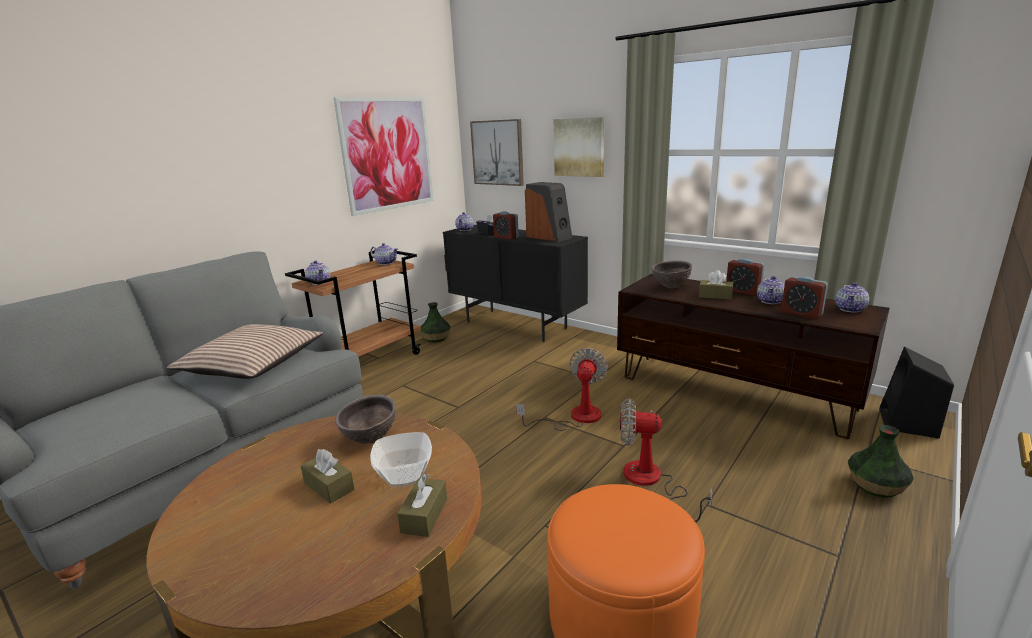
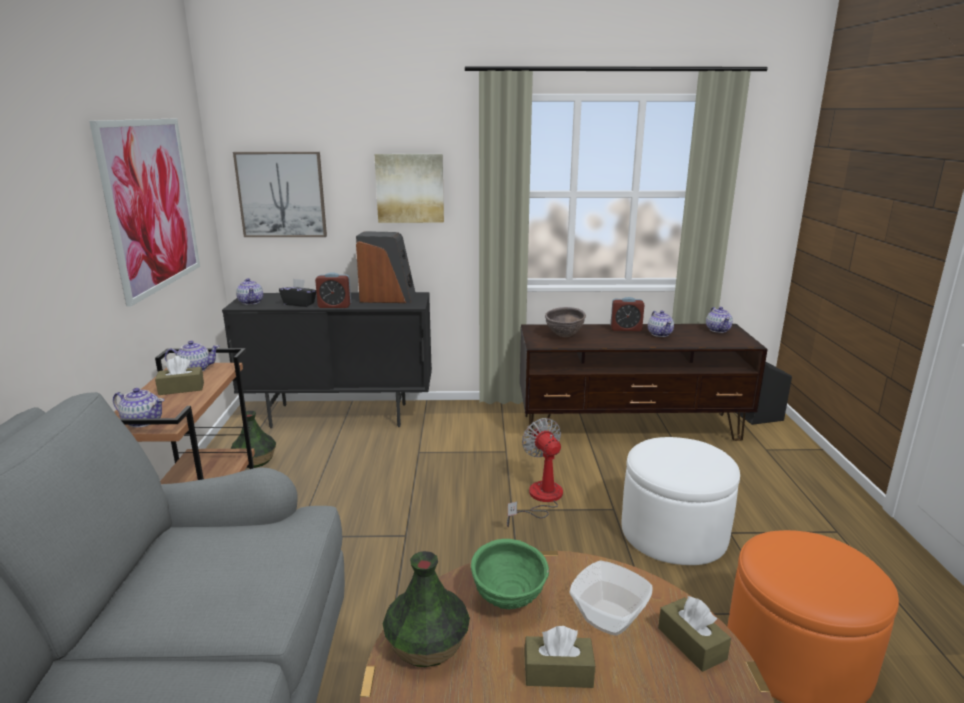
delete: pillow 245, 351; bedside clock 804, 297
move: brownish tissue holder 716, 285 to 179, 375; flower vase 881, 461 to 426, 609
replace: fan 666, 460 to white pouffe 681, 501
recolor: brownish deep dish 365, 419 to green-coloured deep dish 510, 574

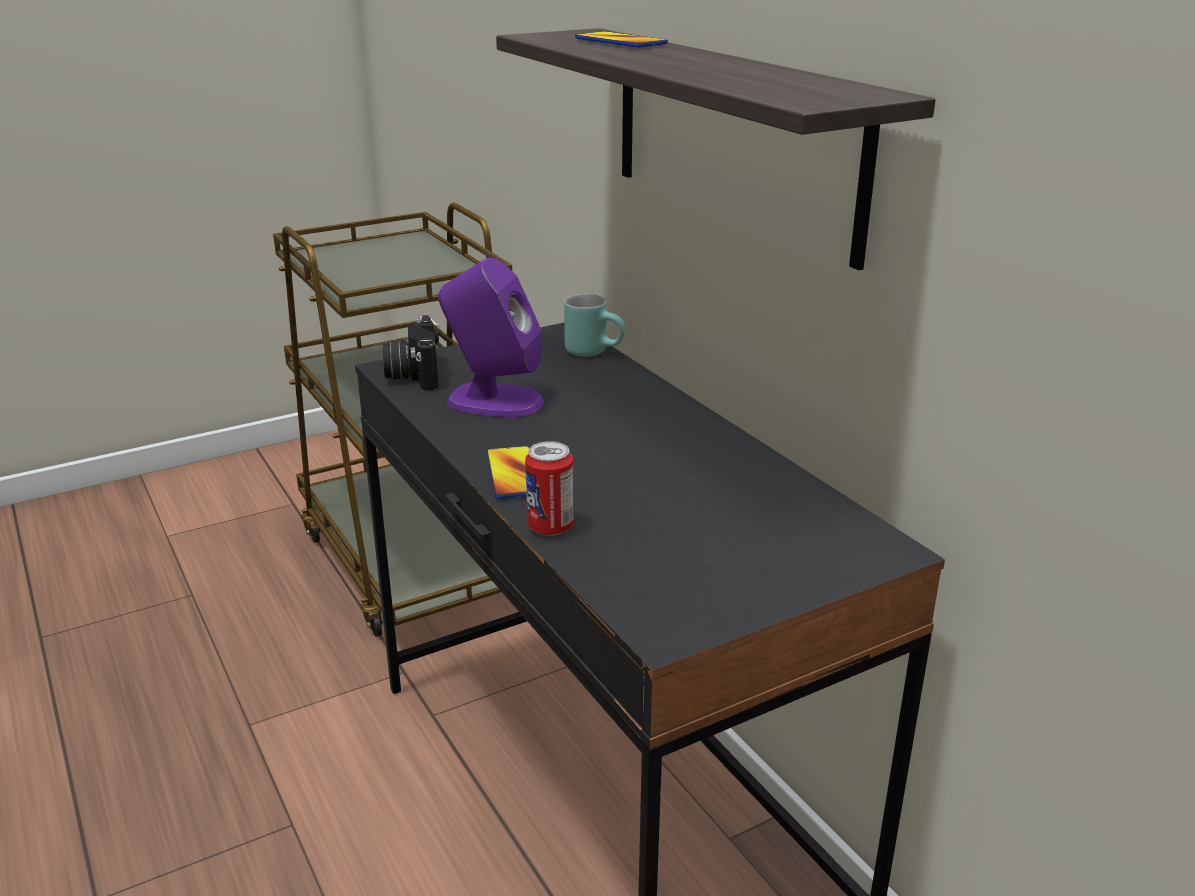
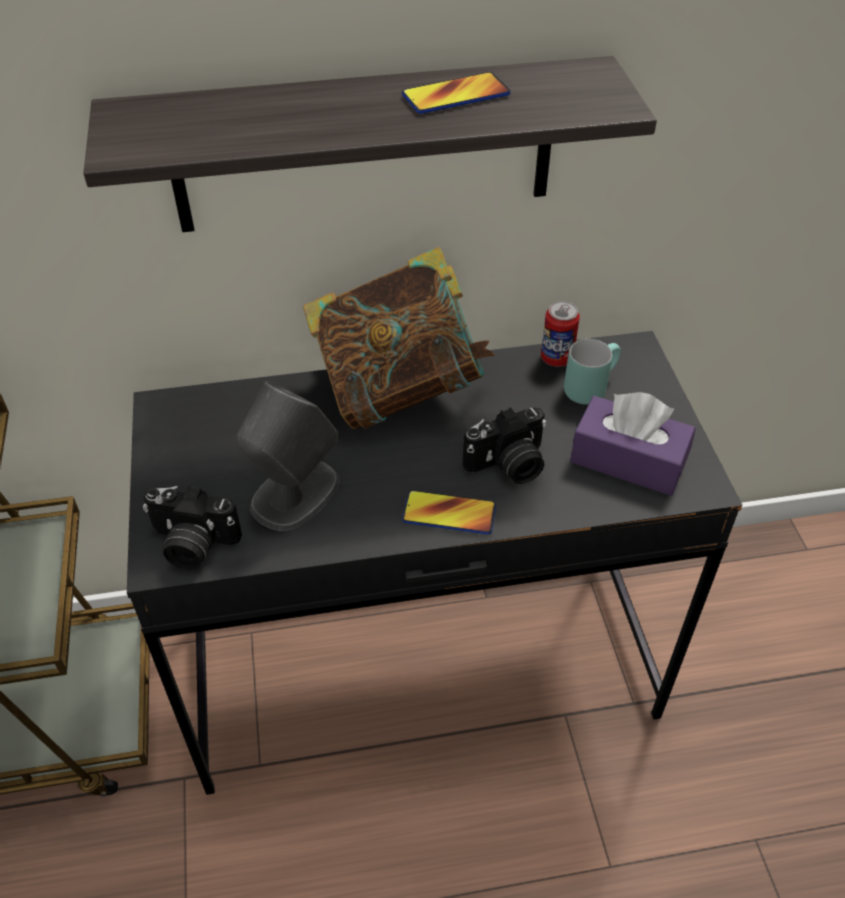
insert: bound book 399, 338; photo camera 504, 445; purple tissue holder 633, 444
move: sealed can 549, 488 to 560, 334; turquoise tea mug 594, 325 to 592, 372; phone 621, 39 to 456, 93
recolor: purple audio speaker 491, 337 to gray audio speaker 288, 456

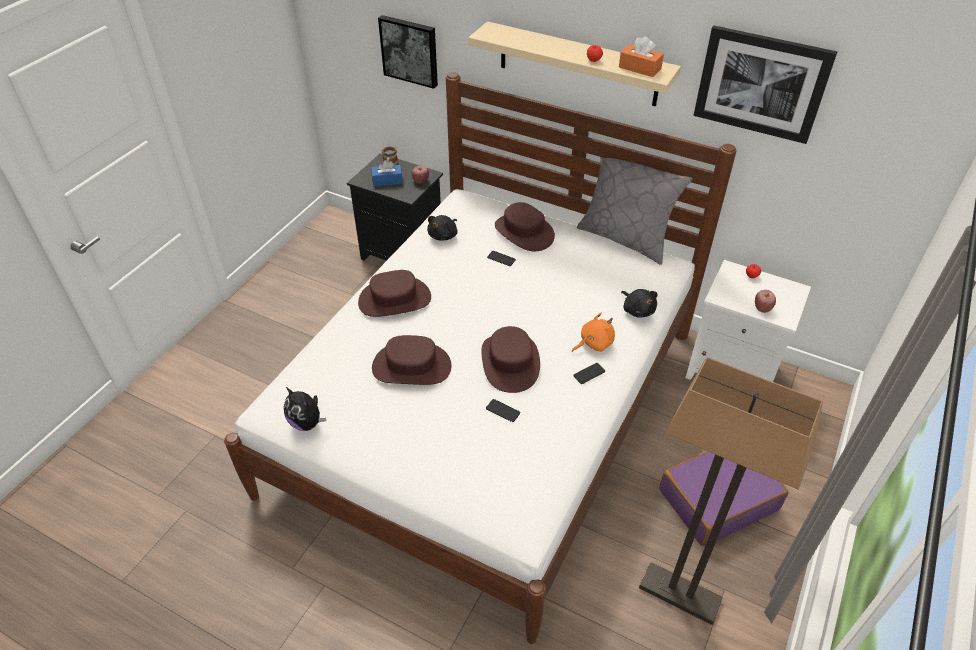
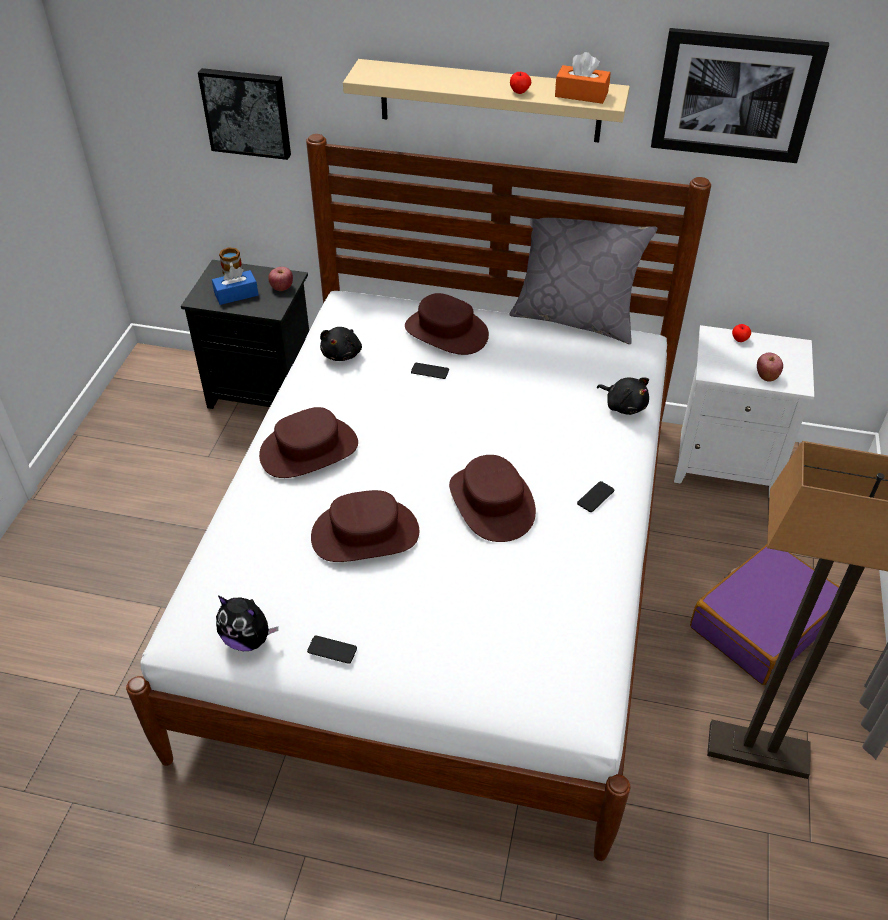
delete: orangey soft toy 593, 332
move: phone 503, 410 to 332, 650

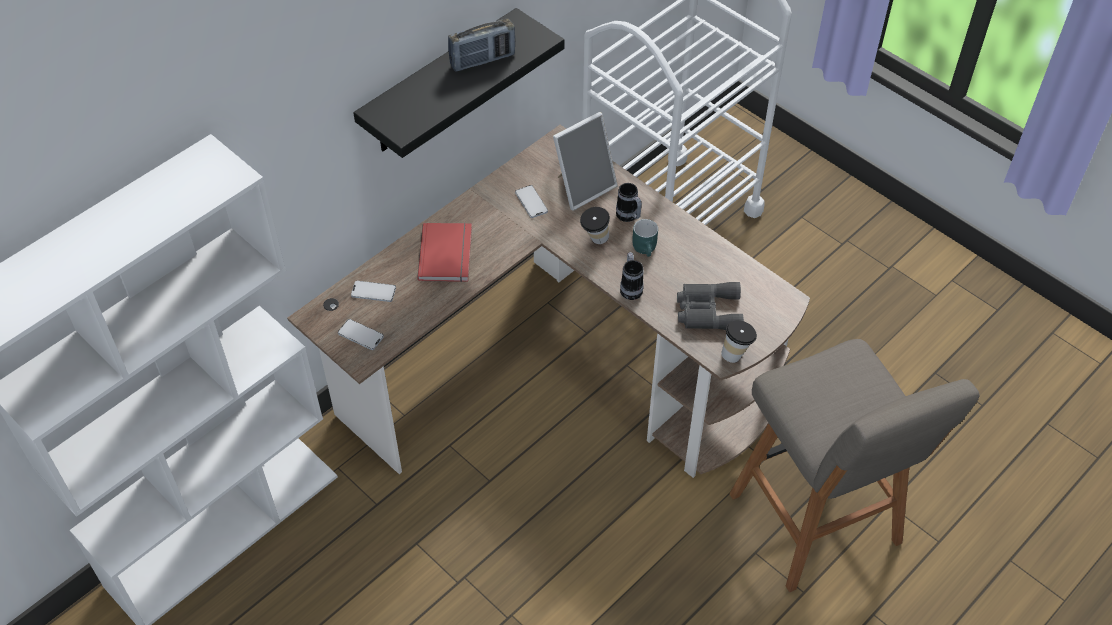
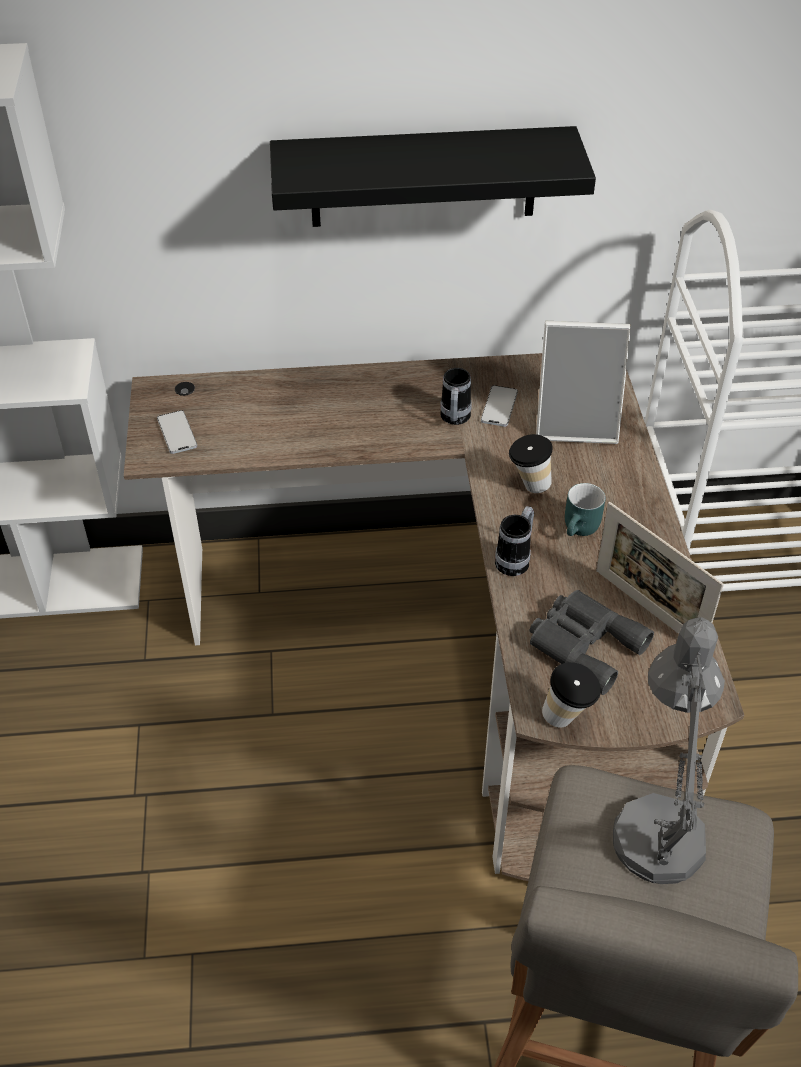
delete: phone 373, 291; red-coloured bound book 444, 252; radio set 481, 45
insert: standing frame 660, 568; gray table lamp 669, 750
move: tea mug 629, 202 to 456, 396

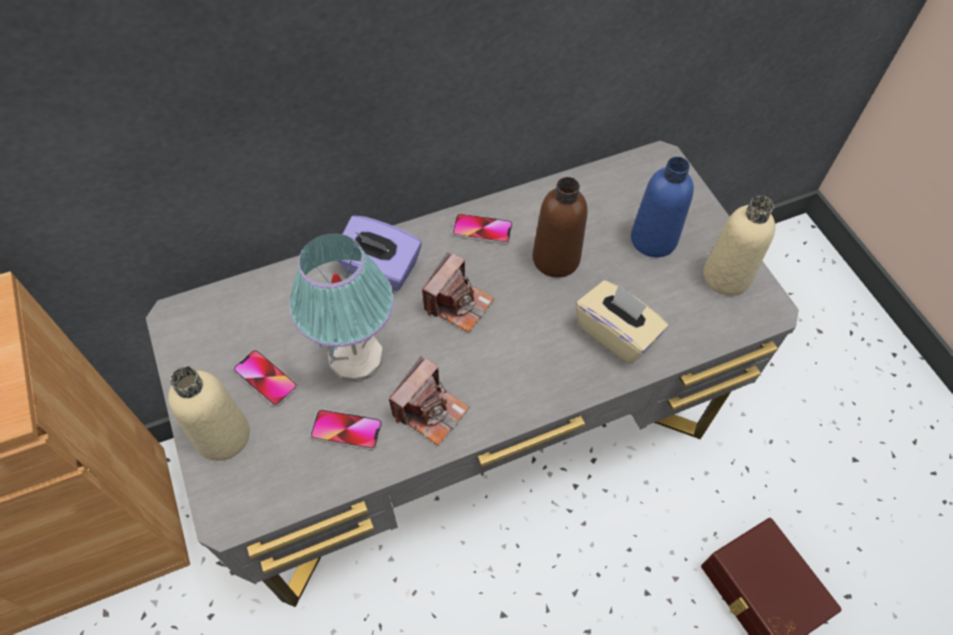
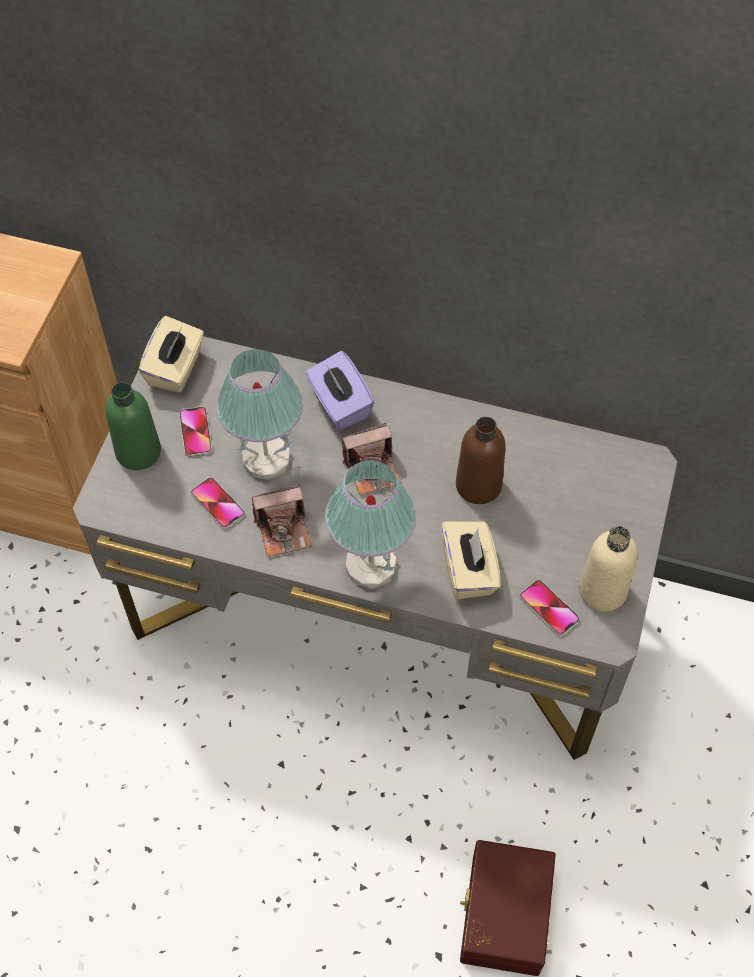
delete: blue-coloured drink bottle 662, 207
insert: beige tissue holder 171, 354; table lamp 370, 525
move: phone 482, 228 to 550, 608
recolor: beige drink bottle 209, 413 to green-coloured drink bottle 133, 426

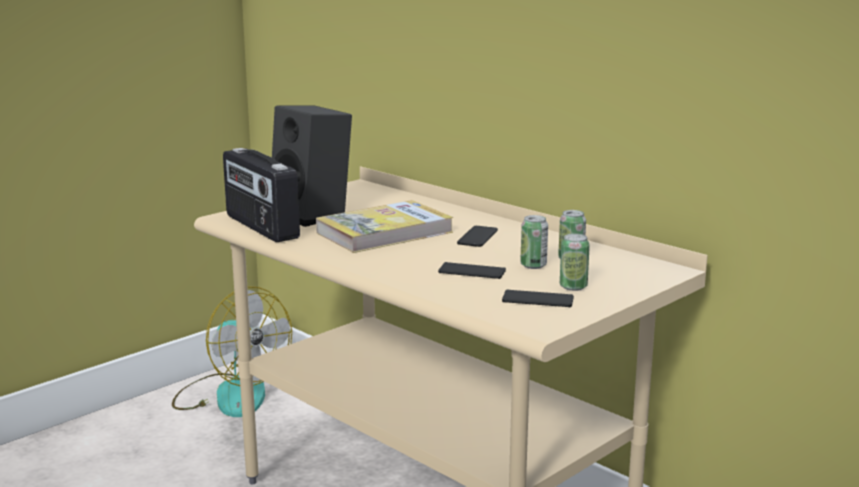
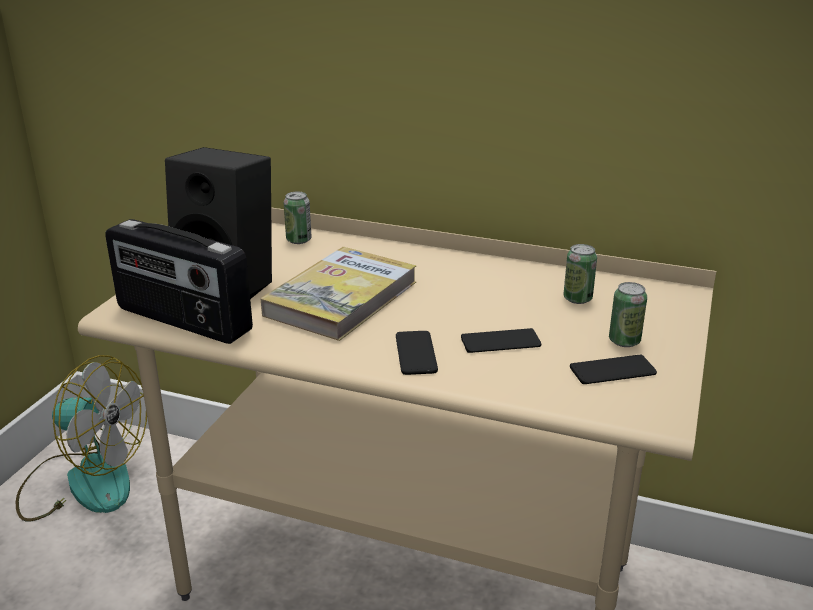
move: phone 477, 236 to 417, 353; sealed can 534, 242 to 298, 217

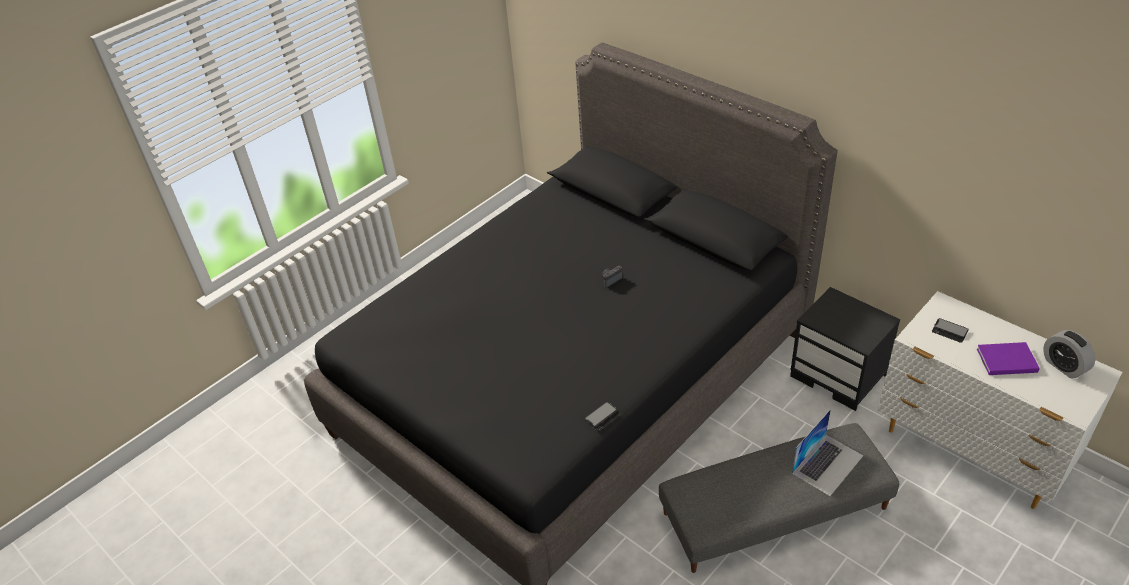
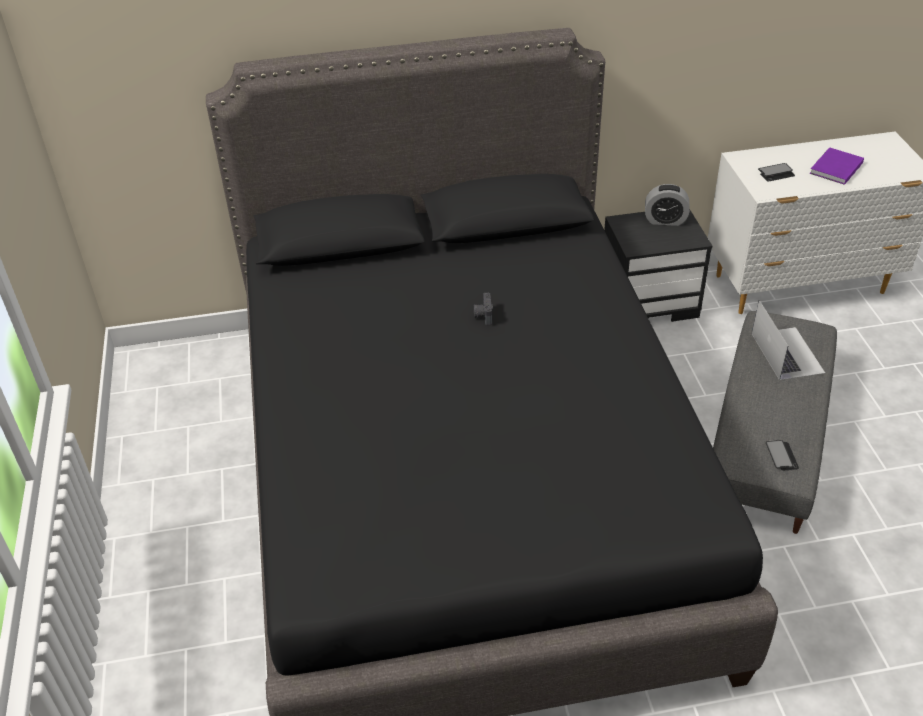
move: phone 602, 417 to 782, 455; bedside clock 1069, 354 to 667, 205

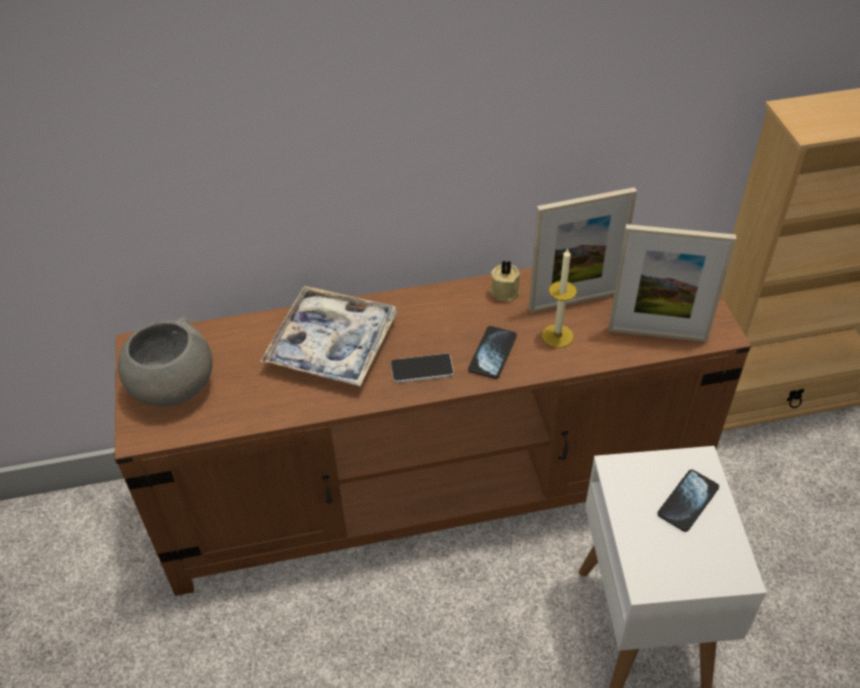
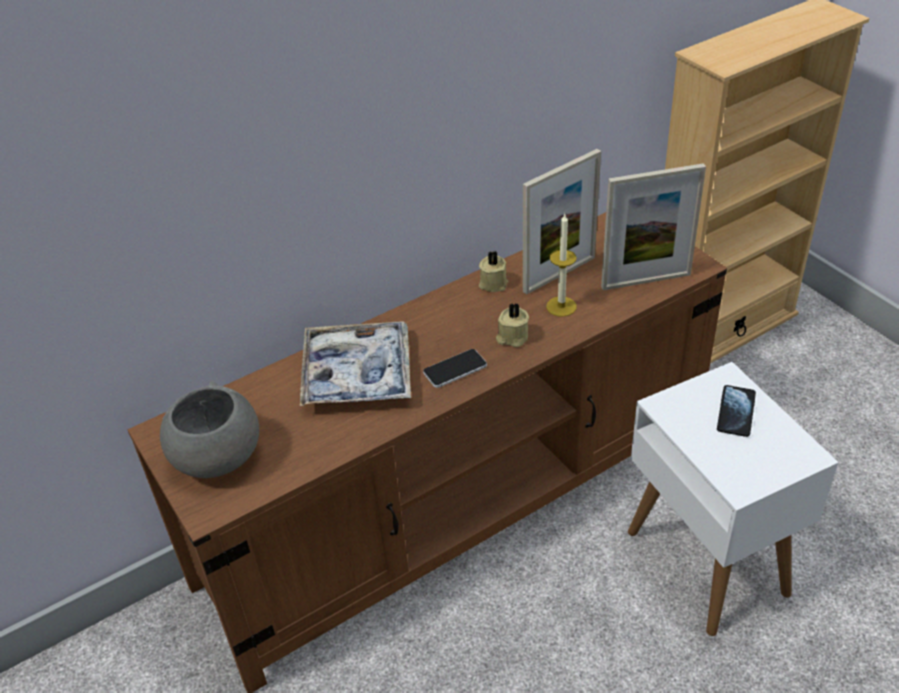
replace: phone 492, 352 to beige candle 512, 325

